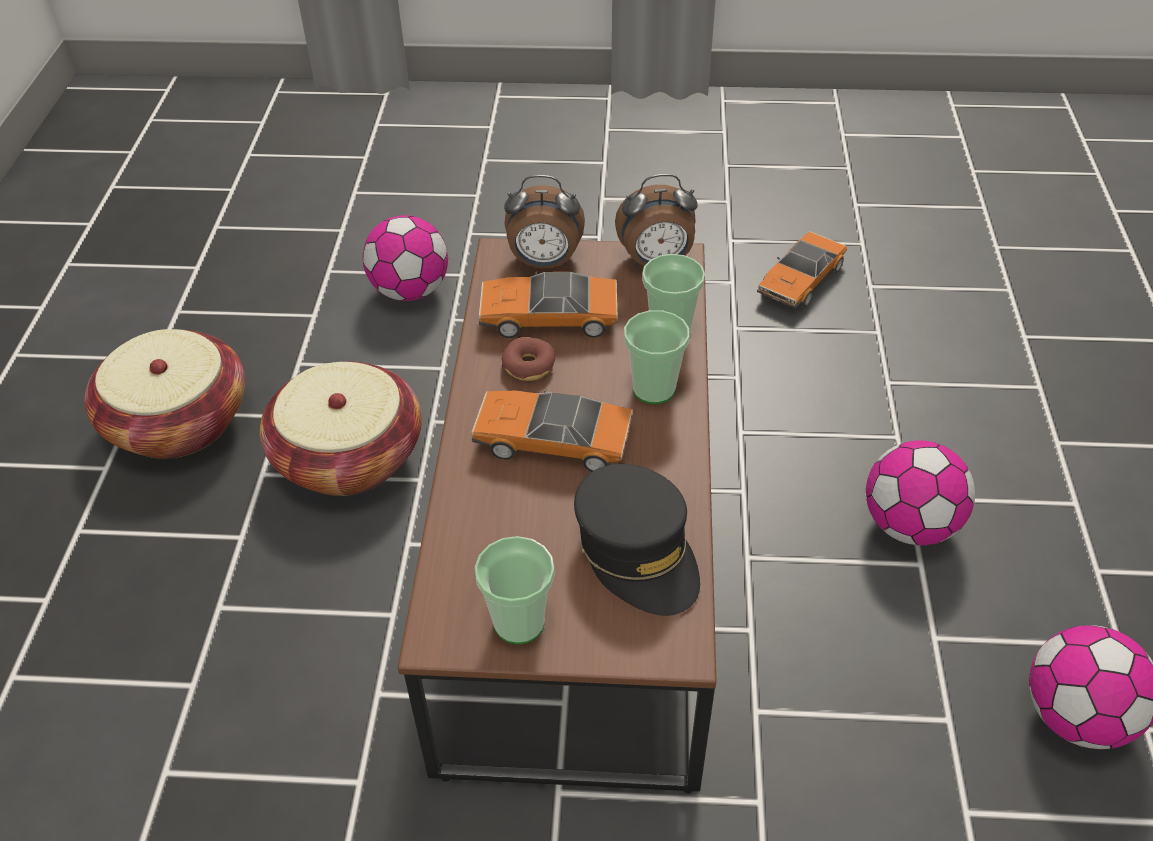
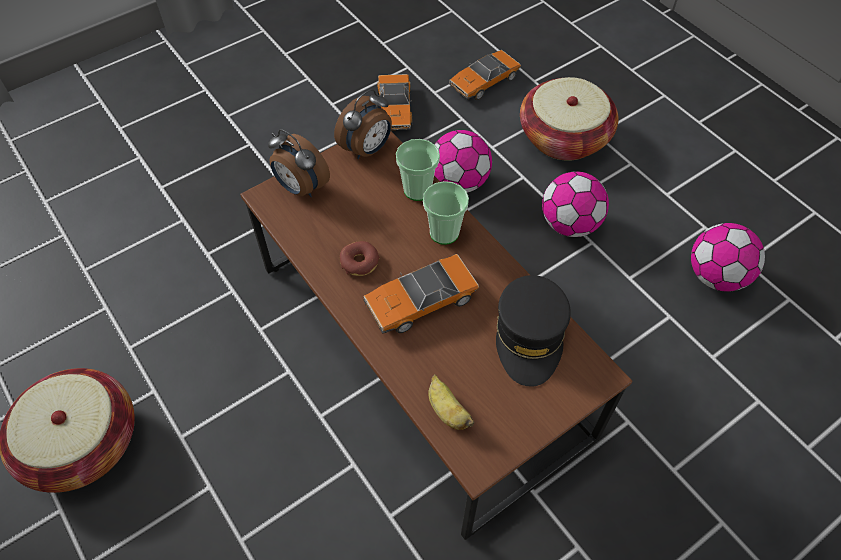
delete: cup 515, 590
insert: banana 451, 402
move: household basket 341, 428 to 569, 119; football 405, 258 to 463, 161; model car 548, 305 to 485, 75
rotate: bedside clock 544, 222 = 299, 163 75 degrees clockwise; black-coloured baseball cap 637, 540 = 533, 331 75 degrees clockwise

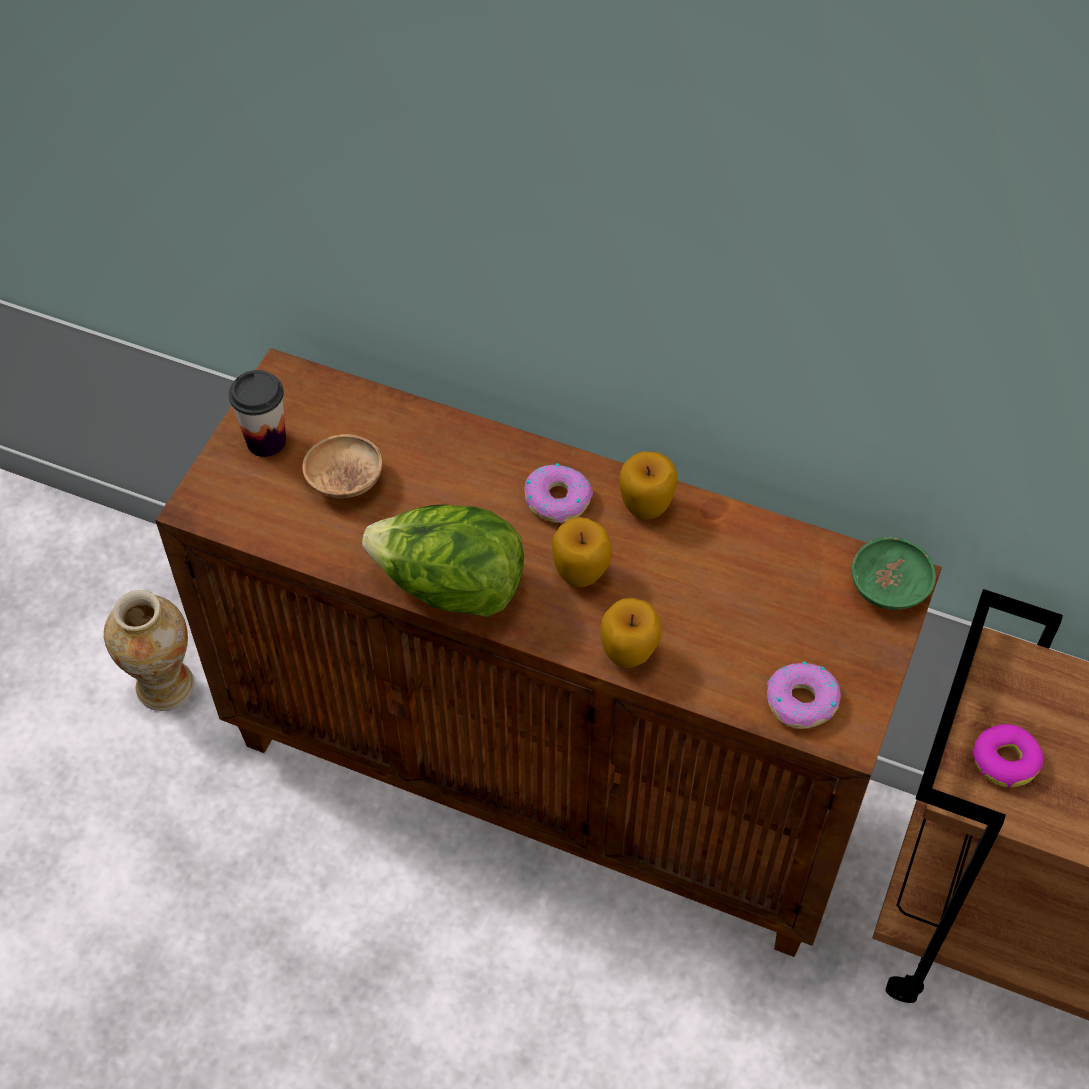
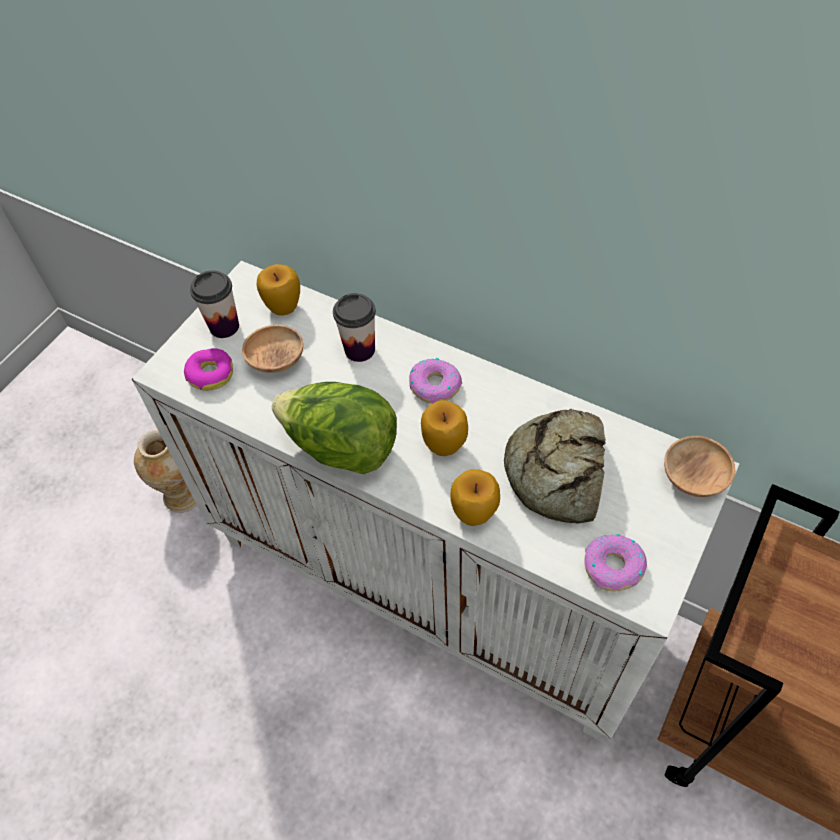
insert: cup 354, 327; bakery bread 555, 466
move: apple fruit 648, 485 to 278, 289; donut 1007, 756 to 208, 369
recolor: brownish cupboard 548, 652 to white cupboard 436, 500; green-coloured deep dish 894, 573 to brownish deep dish 699, 466

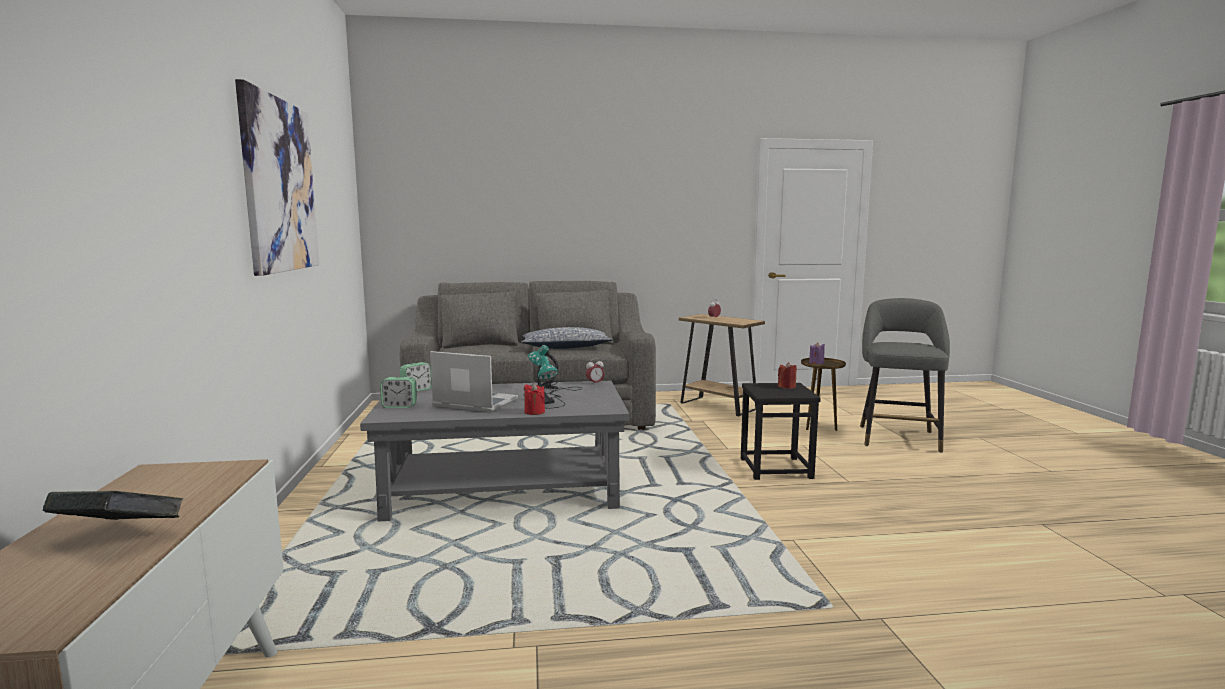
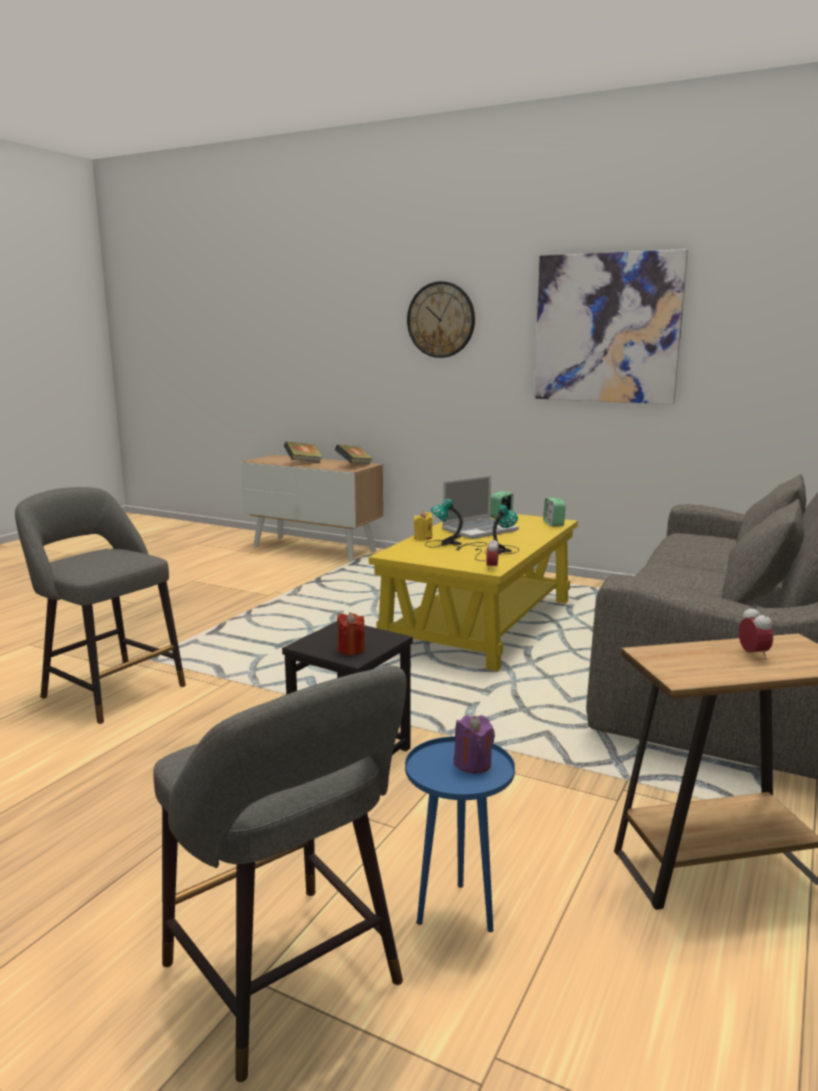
delete: pillow 567, 338
insert: gray stool seat 100, 605; bound book 354, 455; wall clock 441, 319
recolor: gray lounge table 495, 451 to yellow-coloured lounge table 473, 592; red-coloured candle 534, 399 to yellow-coloured candle 423, 526; brownish end table 823, 394 to blue-coloured end table 460, 834

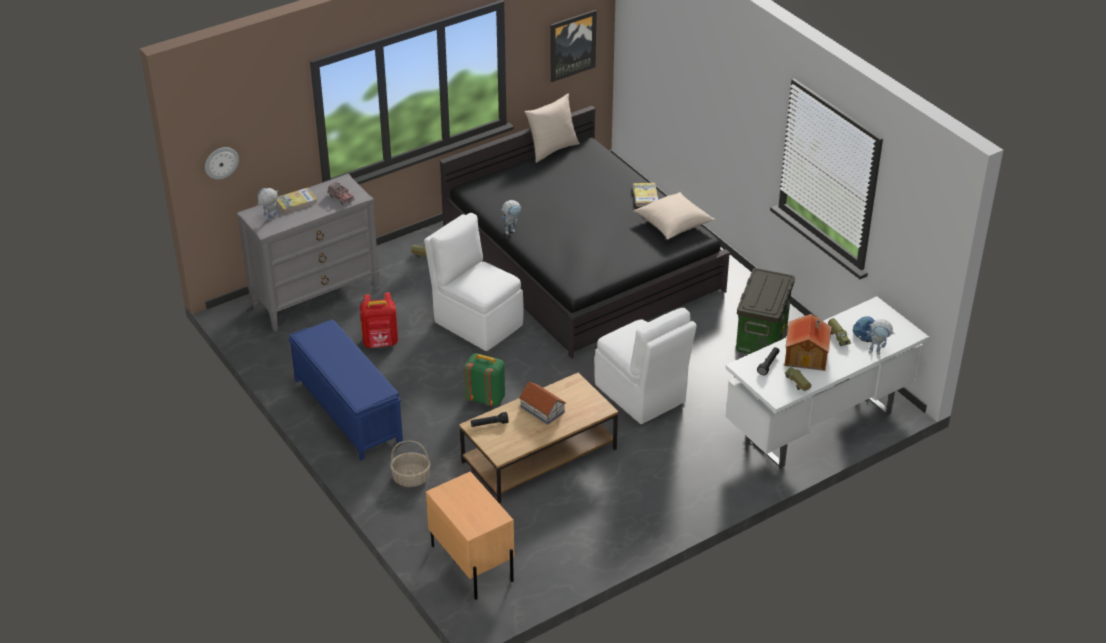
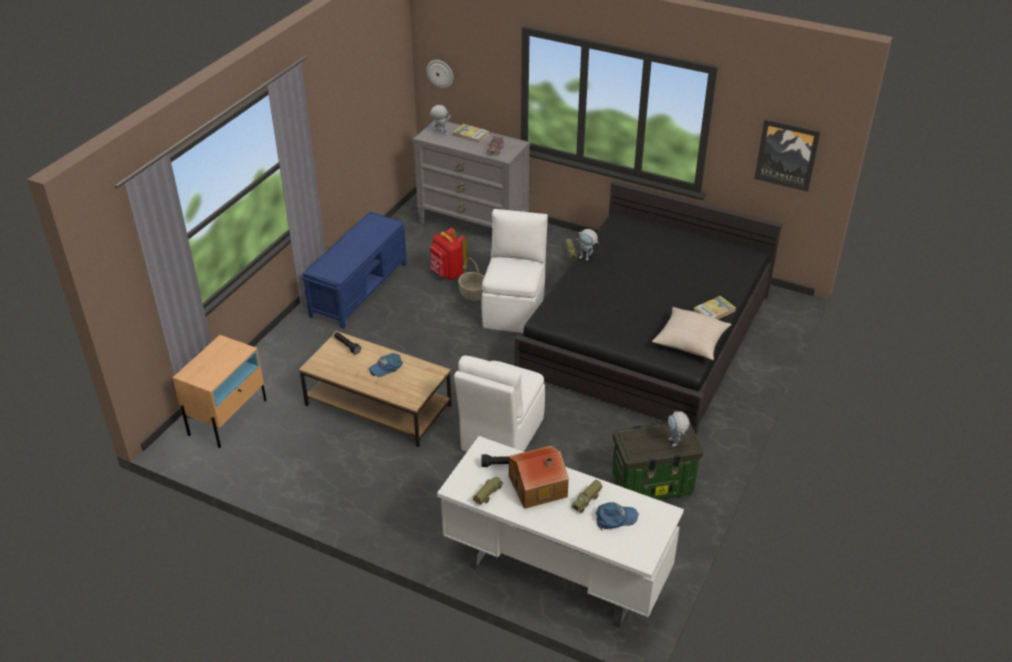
delete: green-coloured backpack 484, 379; beige pillow 552, 128
move: household basket 410, 464 to 471, 279; robot figure 880, 337 to 679, 429
replace: model house 542, 403 to blue-coloured baseball cap 386, 365

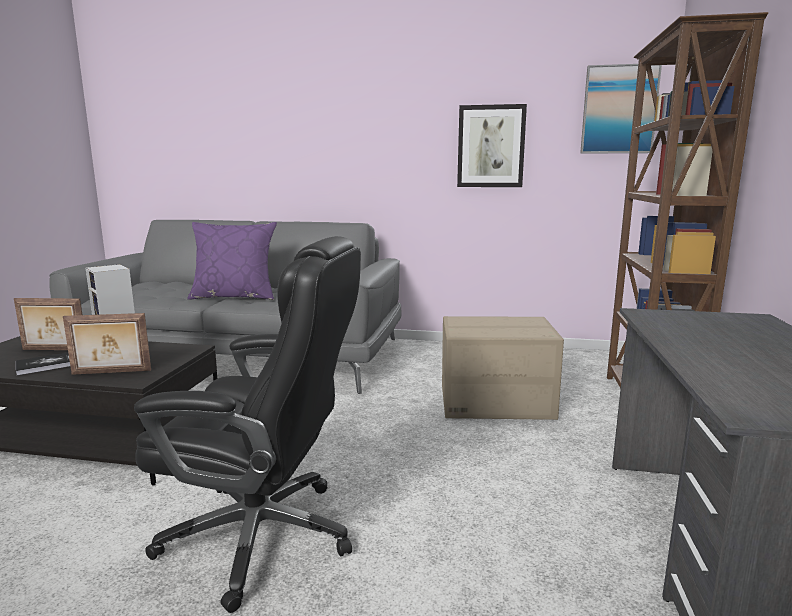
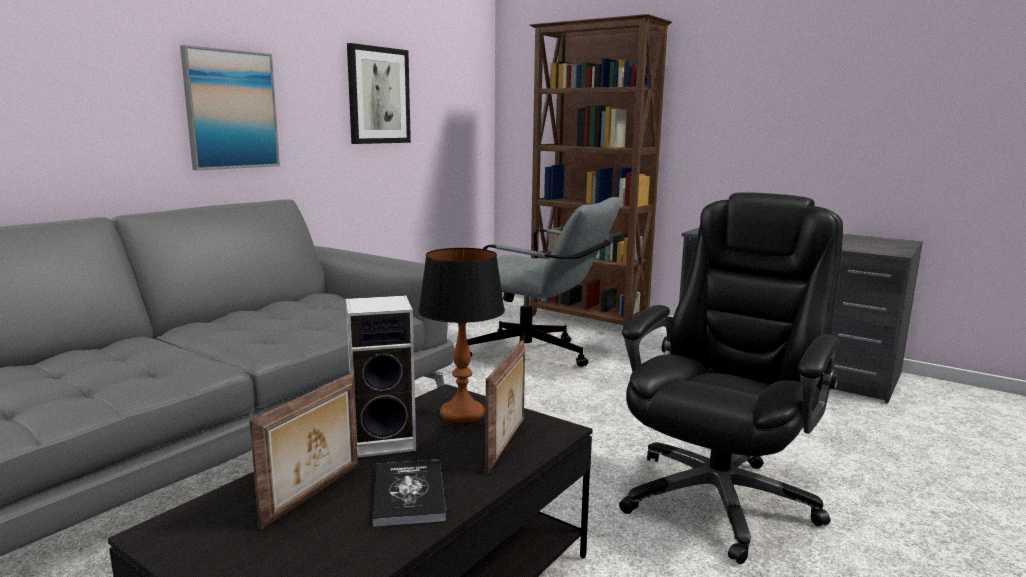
delete: purple pillow 232, 261
insert: table lamp 461, 335
move: wall picture 621, 109 to 230, 107
replace: packing box 503, 368 to gray computer chair 544, 282

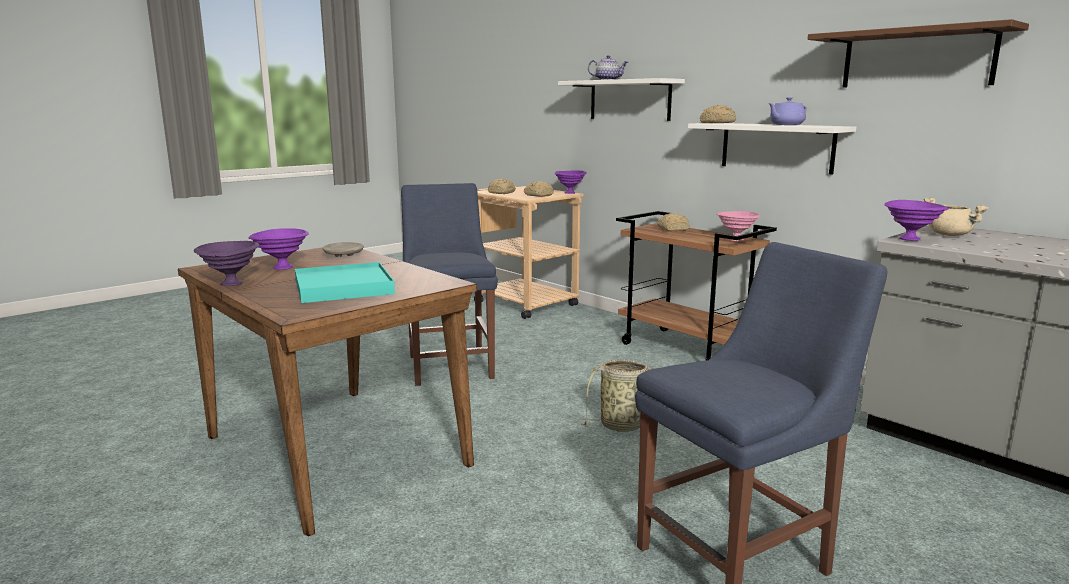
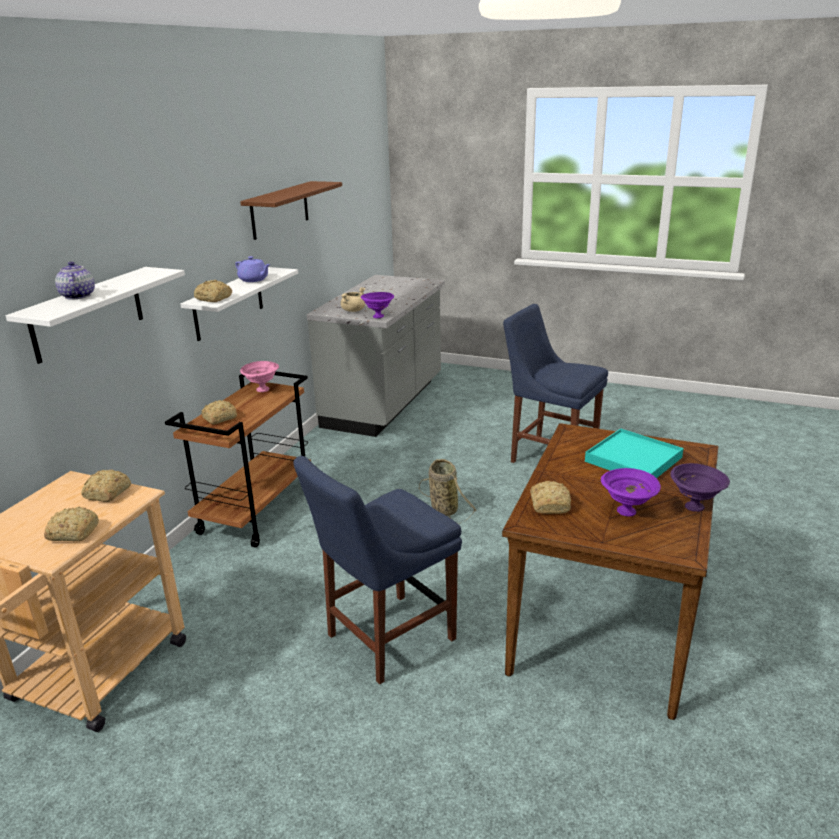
delete: purple deep dish 570, 182
replace: beige flat dish 343, 249 to bakery bread 550, 497

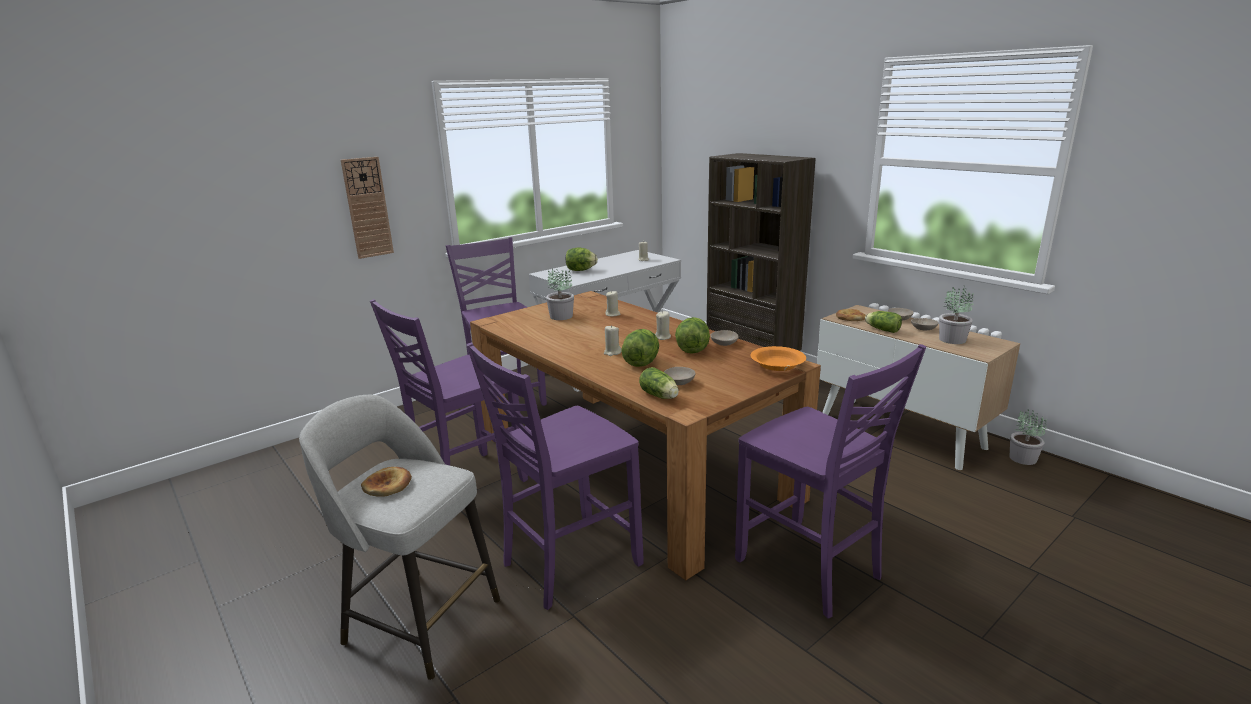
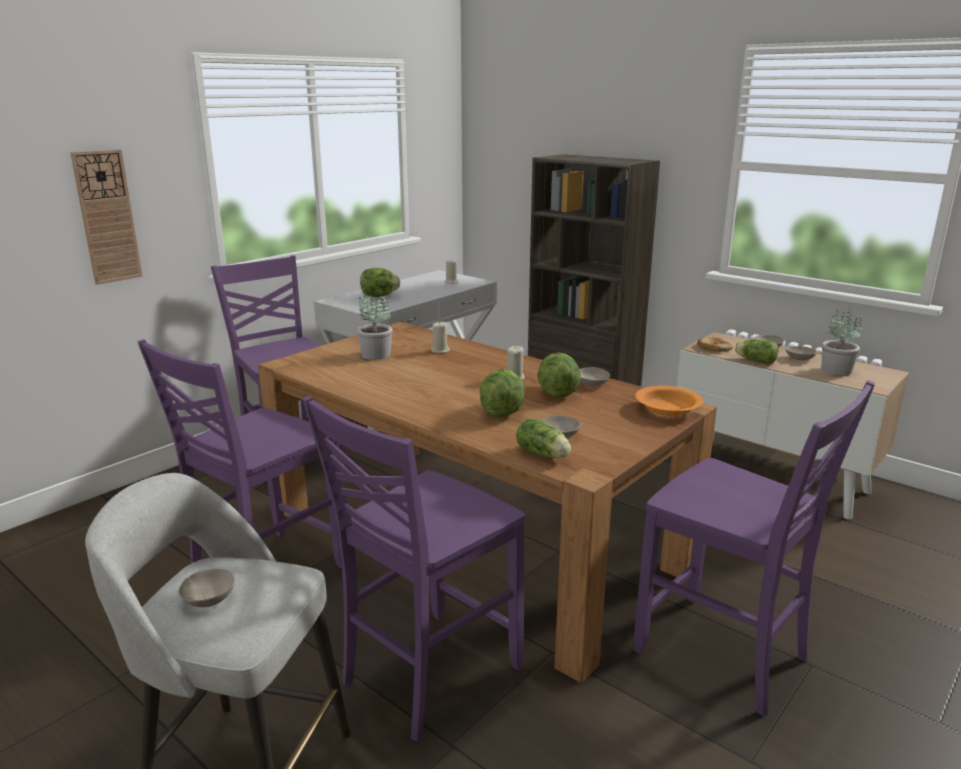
delete: beige candle 613, 340; plant in a pot 1028, 437
replace: bakery bread 386, 482 to beige deep dish 206, 588

